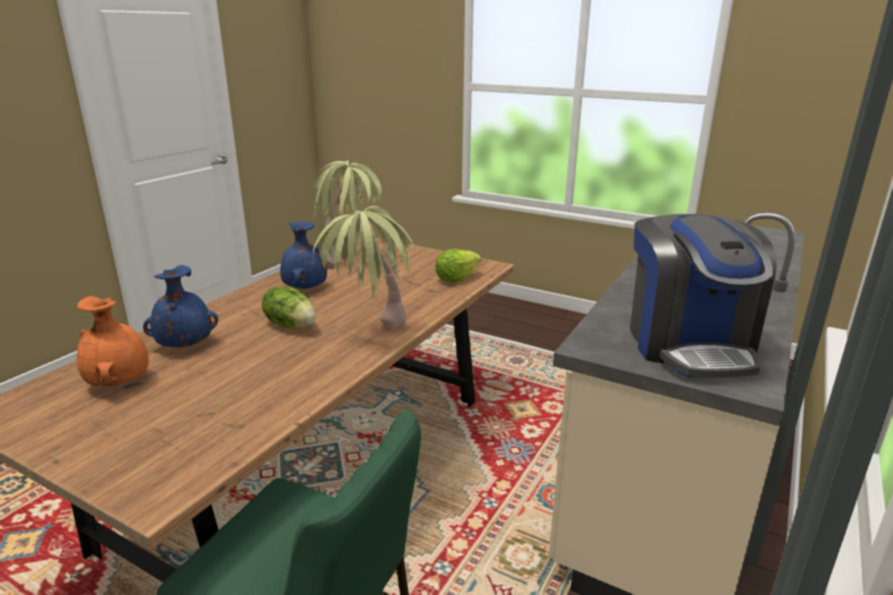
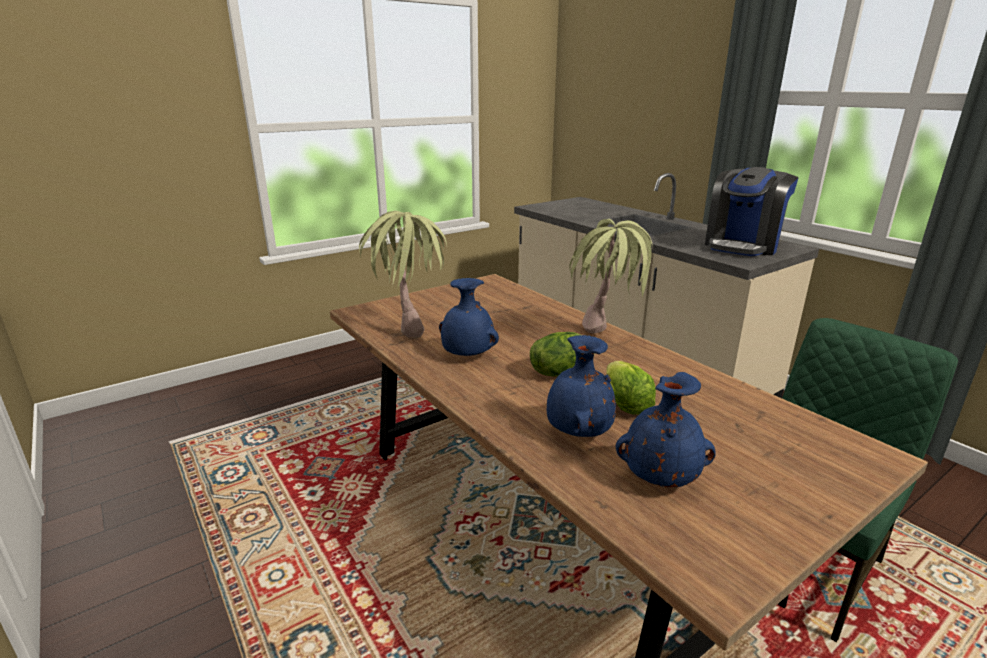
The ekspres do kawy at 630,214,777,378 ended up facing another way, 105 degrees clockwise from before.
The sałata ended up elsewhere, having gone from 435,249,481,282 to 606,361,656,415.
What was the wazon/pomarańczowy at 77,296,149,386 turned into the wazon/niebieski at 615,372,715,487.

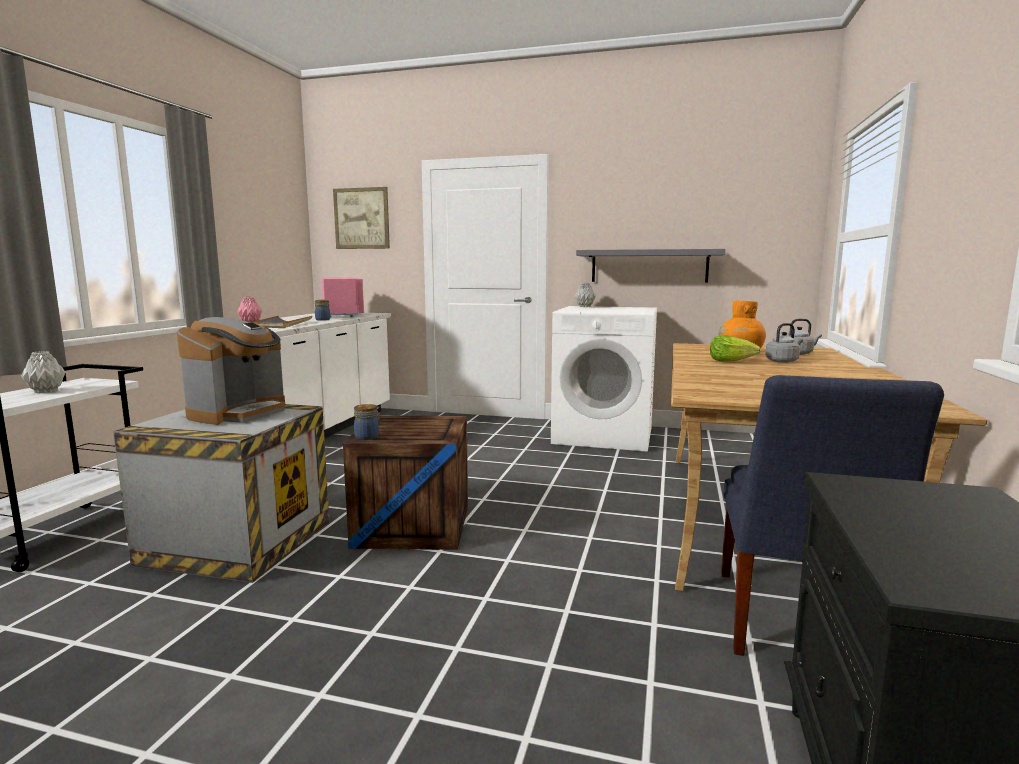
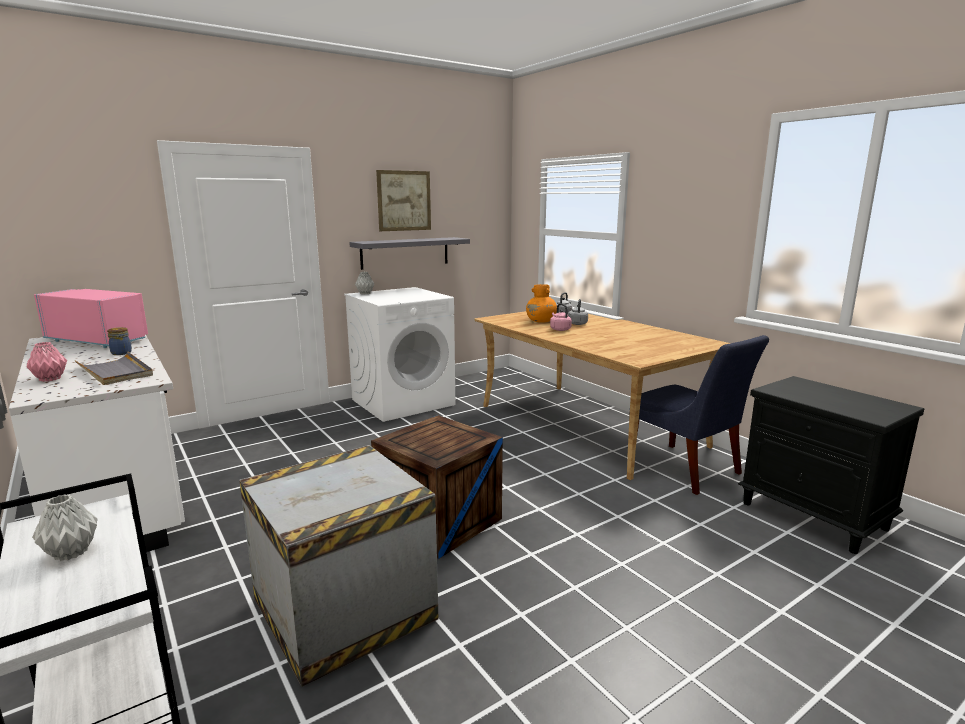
The obraz ended up elsewhere, having gone from 333,187,390,249 to 376,170,431,231.
The second view lost the ekspres do kawy at 177,317,285,425.
Where the sałata stood at 710,335,761,362, the czajnik/różowy came to stand at 550,304,572,331.
The second view lost the słoik at 354,404,381,440.

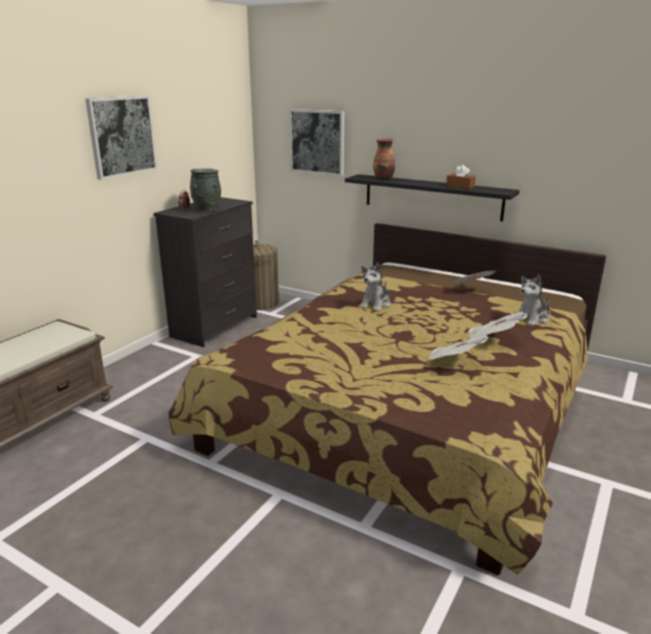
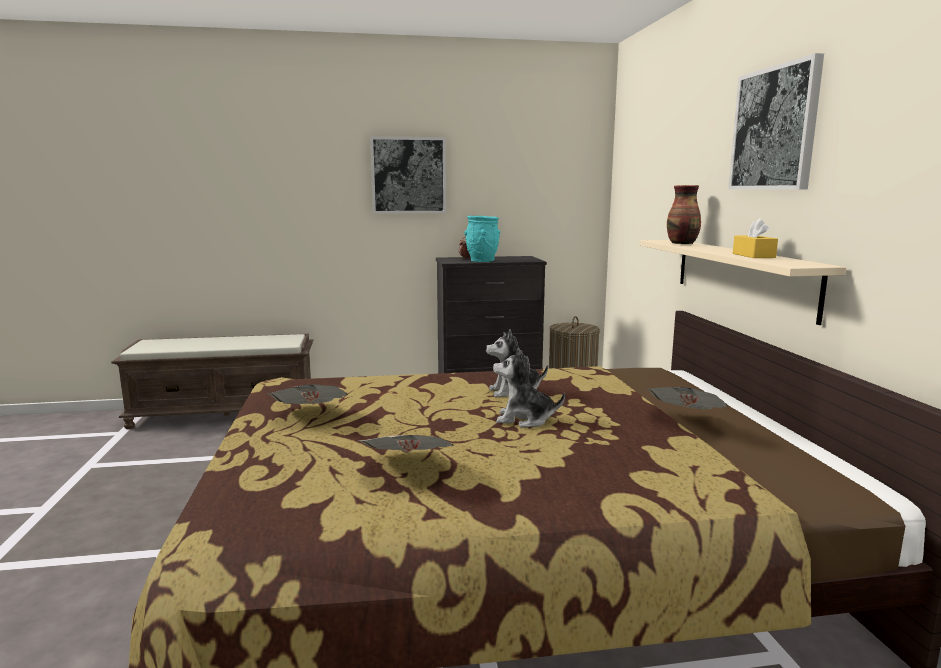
The obraz ended up elsewhere, having gone from 289,109,344,176 to 728,53,824,190.
What was the pudełko chusteczek/brązowy at 446,165,476,189 turned into the pudełko chusteczek/żółty at 733,219,778,258.
What was the wazon/szary at 190,168,221,212 turned into the wazon/turkusowy at 464,216,500,262.
What was the półka/czarny at 345,174,519,222 turned into the półka/beżowy at 639,240,846,325.
The pluszak ended up elsewhere, having gone from 518,274,549,326 to 493,348,565,428.
The gazeta ended up elsewhere, having gone from 468,311,527,339 to 268,384,348,404.

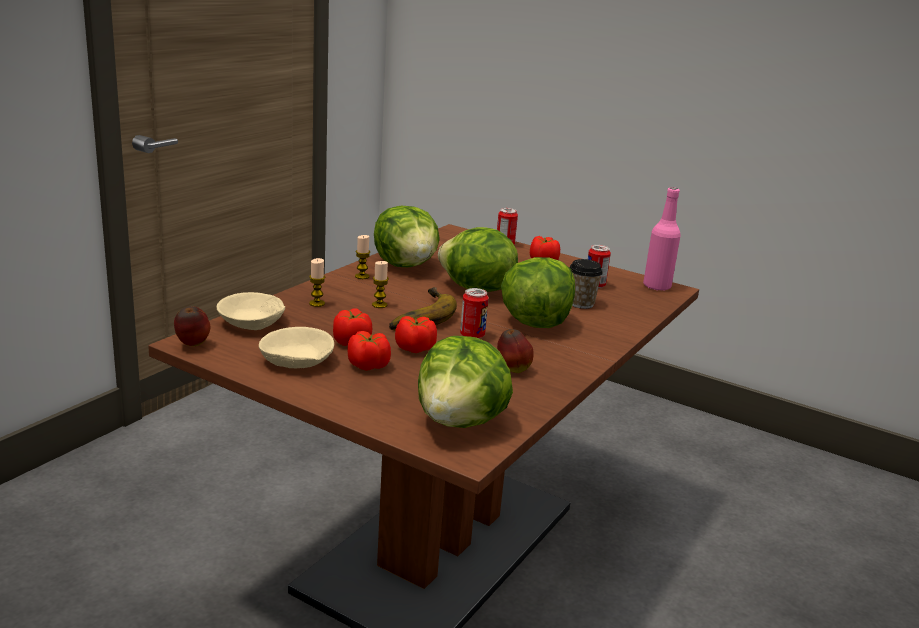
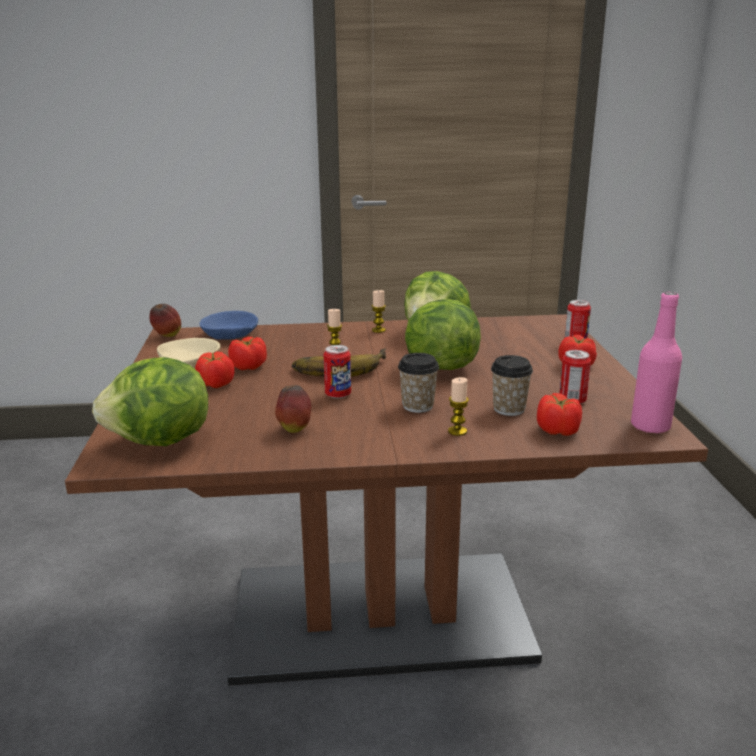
Where the sałata stood at 501,257,575,328, the filiżanka came to stand at 398,353,439,413.
The świeca ended up elsewhere, having gone from 309,258,325,307 to 448,377,469,436.
What was the miska/beżowy at 217,292,285,330 turned into the miska/niebieski at 200,311,258,340.
The pomidor ended up elsewhere, having gone from 395,316,437,353 to 537,393,582,436.

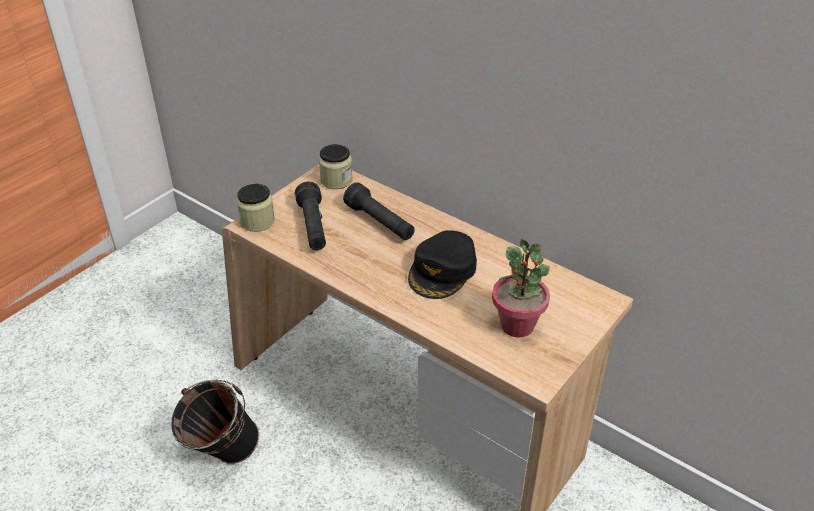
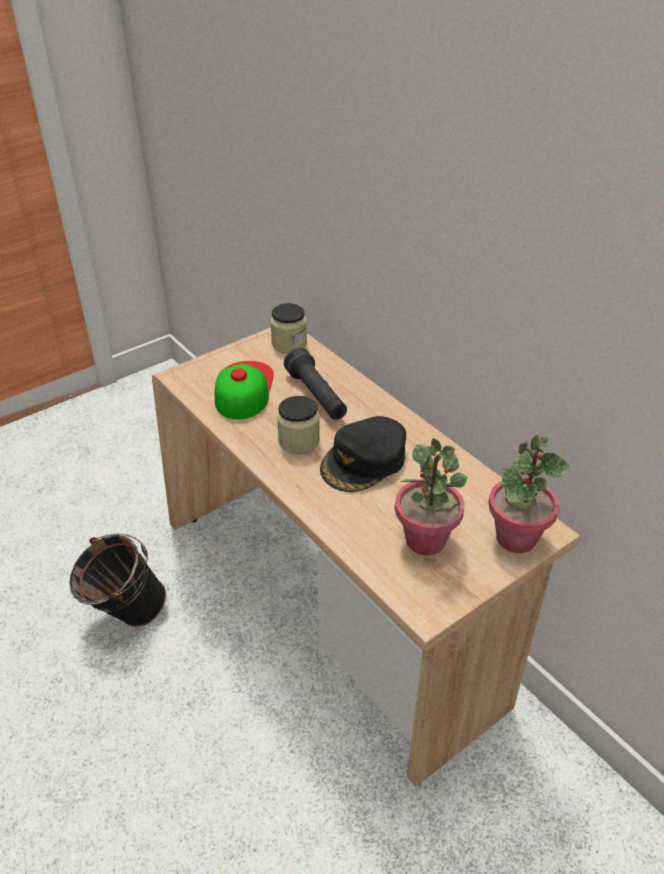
Where the latarka/czarny stood at 295,182,326,250, the czapka z daszkiem came to stand at 215,361,274,419.
The słoik ended up elsewhere, having gone from 237,184,275,232 to 277,396,320,454.
The second view gained the roślina doniczkowa at 488,435,569,553.

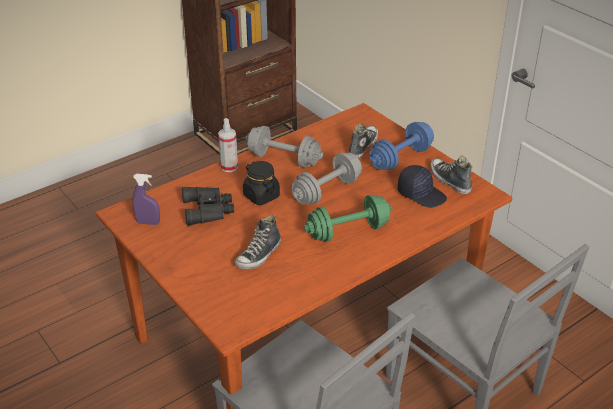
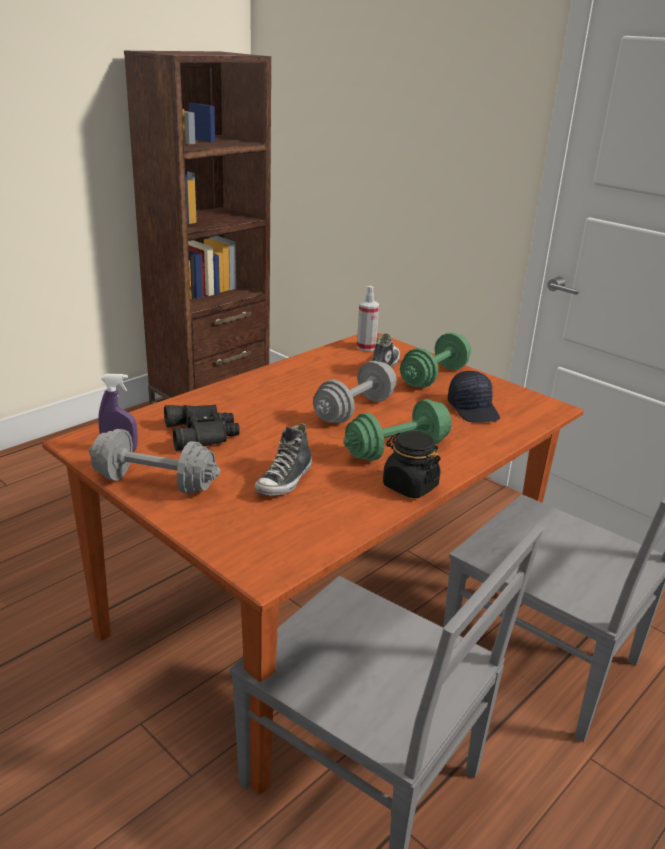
The spryskiwacz ended up elsewhere, having gone from 218,118,238,172 to 357,286,379,351.
What was the hantel/niebieski at 369,122,434,170 turned into the hantel/zielony at 400,333,471,388.
The hantel/szary ended up elsewhere, having gone from 245,126,323,167 to 89,429,220,494.
The second view lost the but at 430,156,472,194.
The słoik/czarny ended up elsewhere, having gone from 243,161,280,205 to 383,431,440,498.
The czapka z daszkiem/czarny at 398,165,447,208 ended up facing another way, 45 degrees clockwise from before.

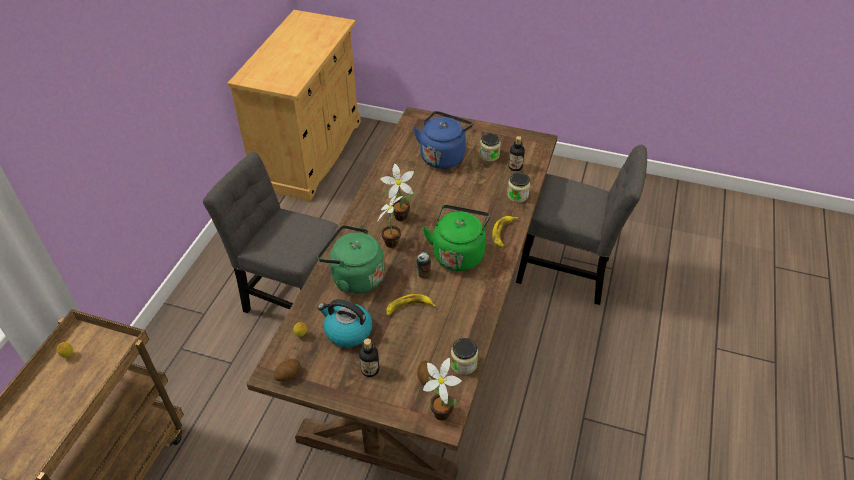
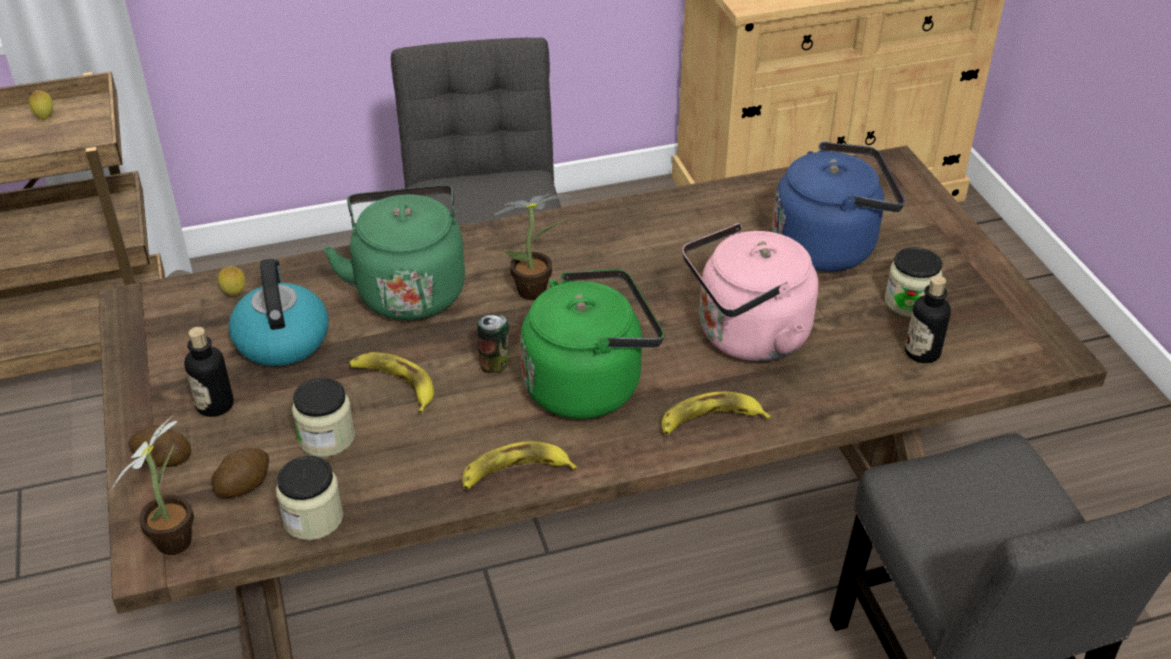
The second view lost the roślina doniczkowa at 380,164,415,221.
The słoik ended up elsewhere, having gone from 507,172,530,202 to 292,378,355,457.
The ziemniak ended up elsewhere, having gone from 274,359,301,381 to 128,425,191,467.
The second view gained the czajnik/różowy at 682,223,818,362.
The second view gained the banan at 462,441,578,489.

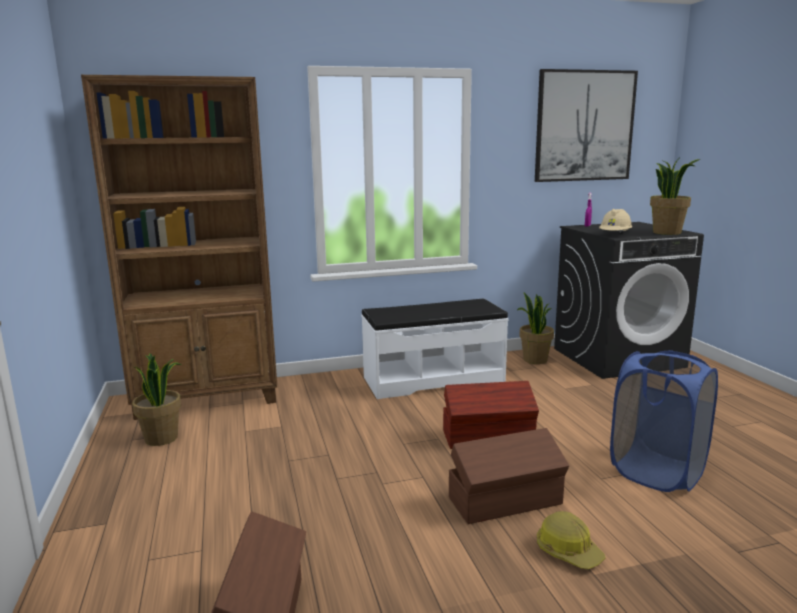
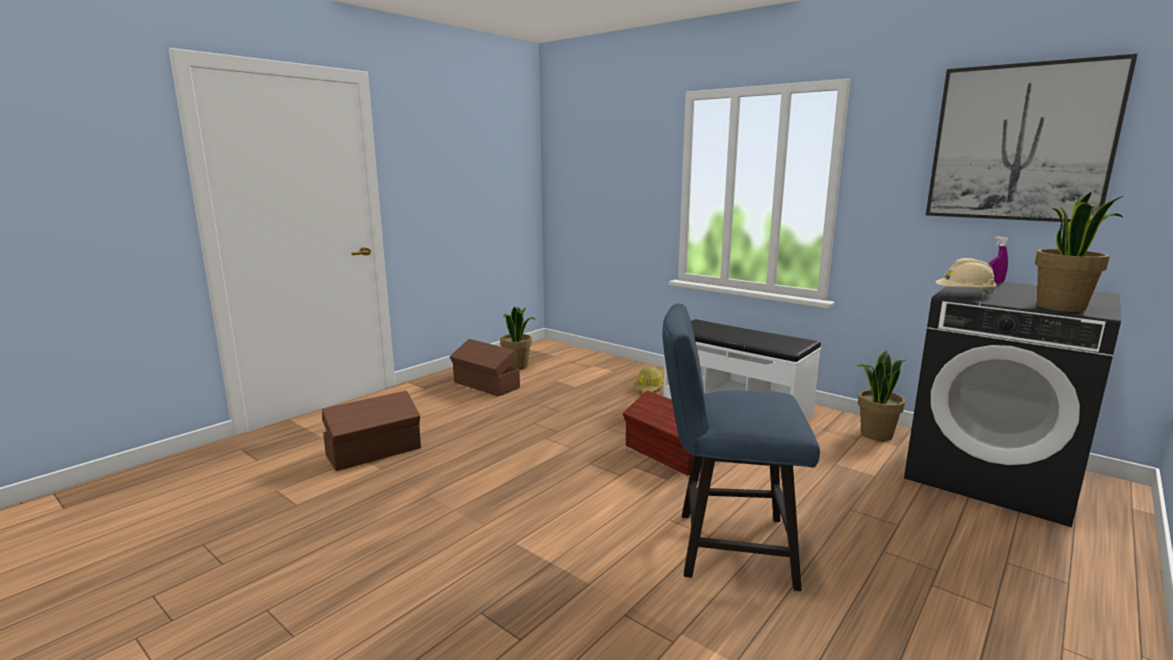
The second view lost the regał/brązowy at 81,75,277,420.
Where the kosz na pranie/niebieski stood at 610,350,718,492, the krzesło/niebieski came to stand at 662,304,820,591.
The pojemnik do przechowywania/brązowy ended up elsewhere, having gone from 449,428,569,524 to 449,339,520,396.
The kask ended up elsewhere, having gone from 537,511,606,569 to 635,367,664,392.

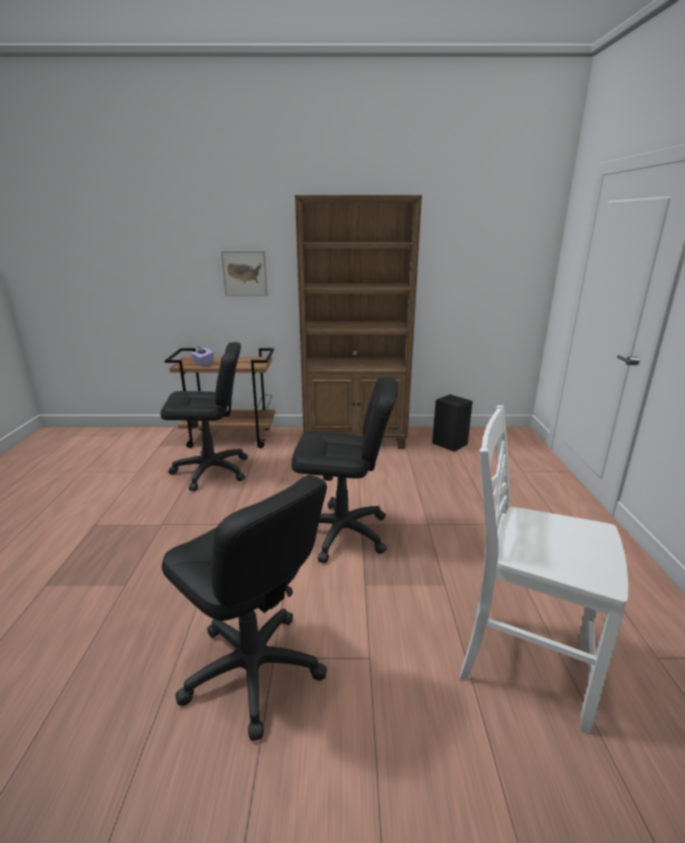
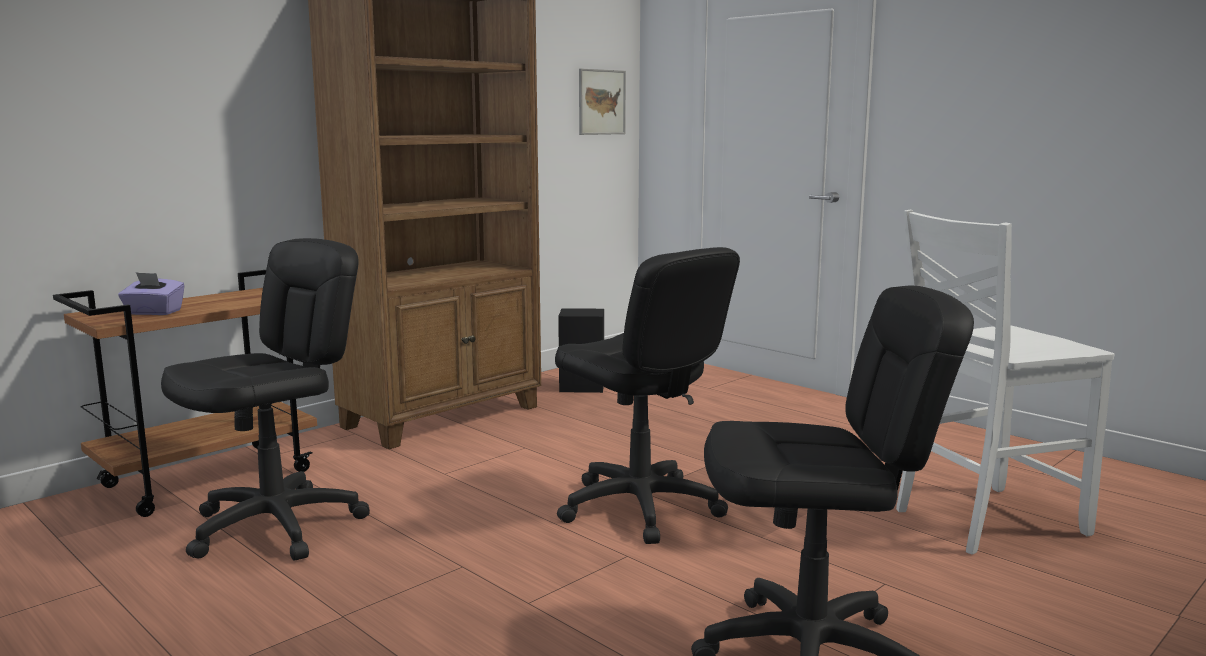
The obraz ended up elsewhere, having gone from 221,251,267,296 to 579,69,626,135.
The krzesło biurowe/czarny at 291,376,398,563 ended up facing another way, 90 degrees clockwise from before.

